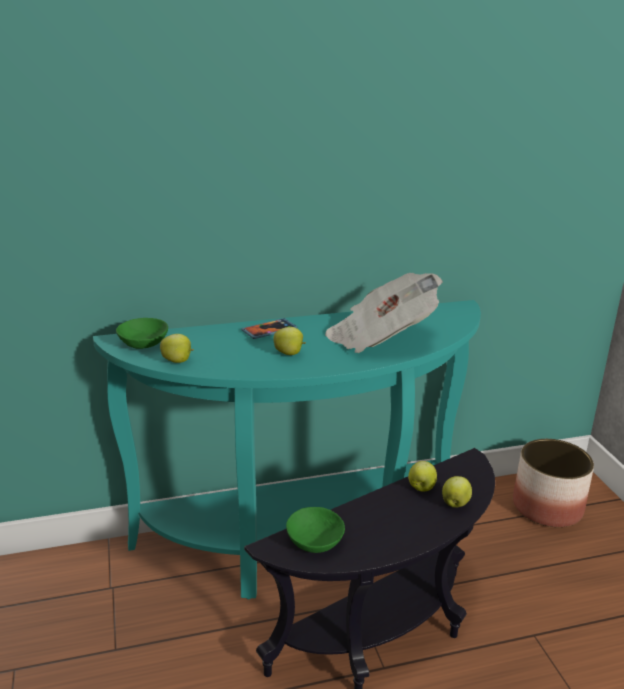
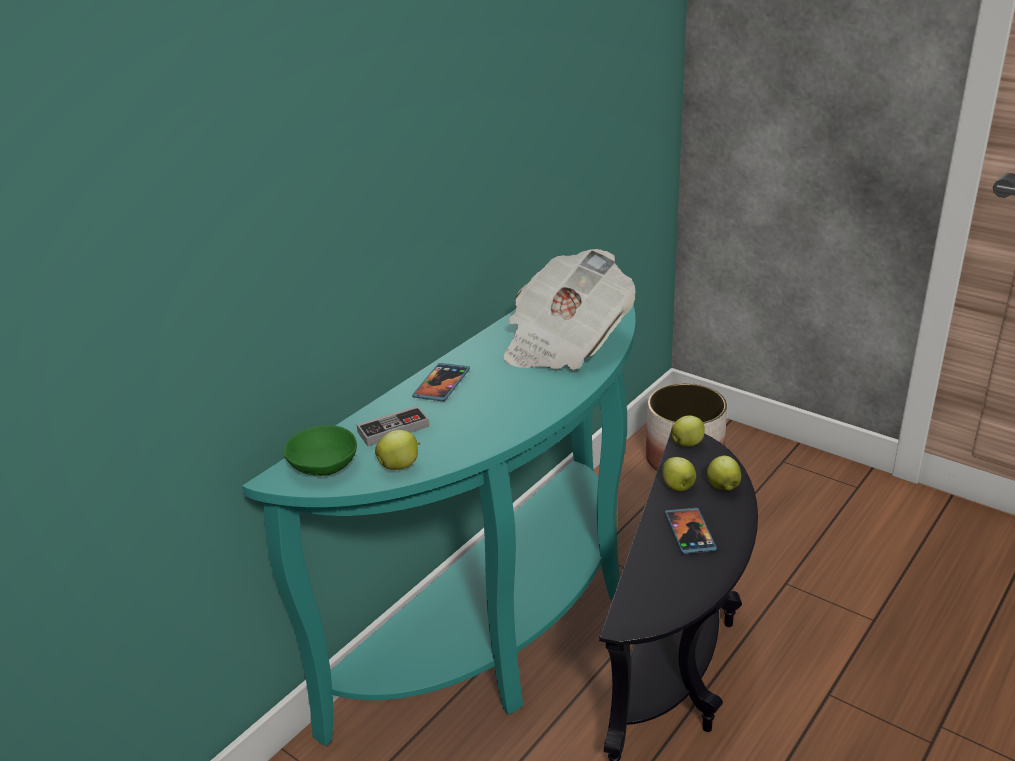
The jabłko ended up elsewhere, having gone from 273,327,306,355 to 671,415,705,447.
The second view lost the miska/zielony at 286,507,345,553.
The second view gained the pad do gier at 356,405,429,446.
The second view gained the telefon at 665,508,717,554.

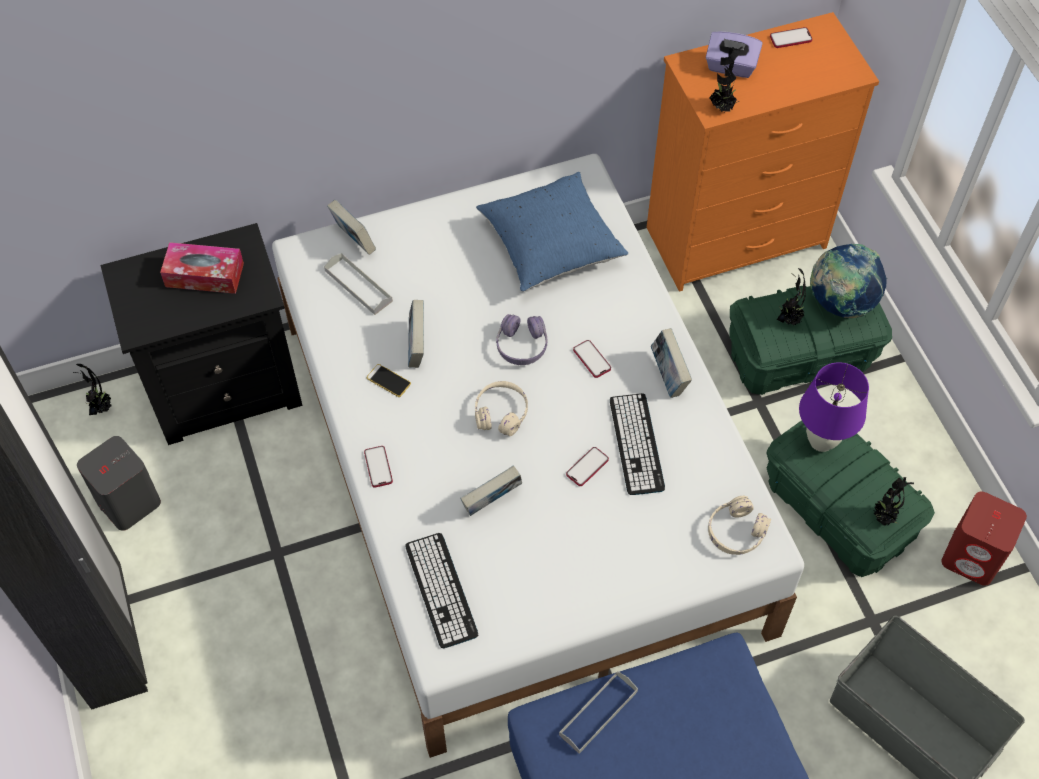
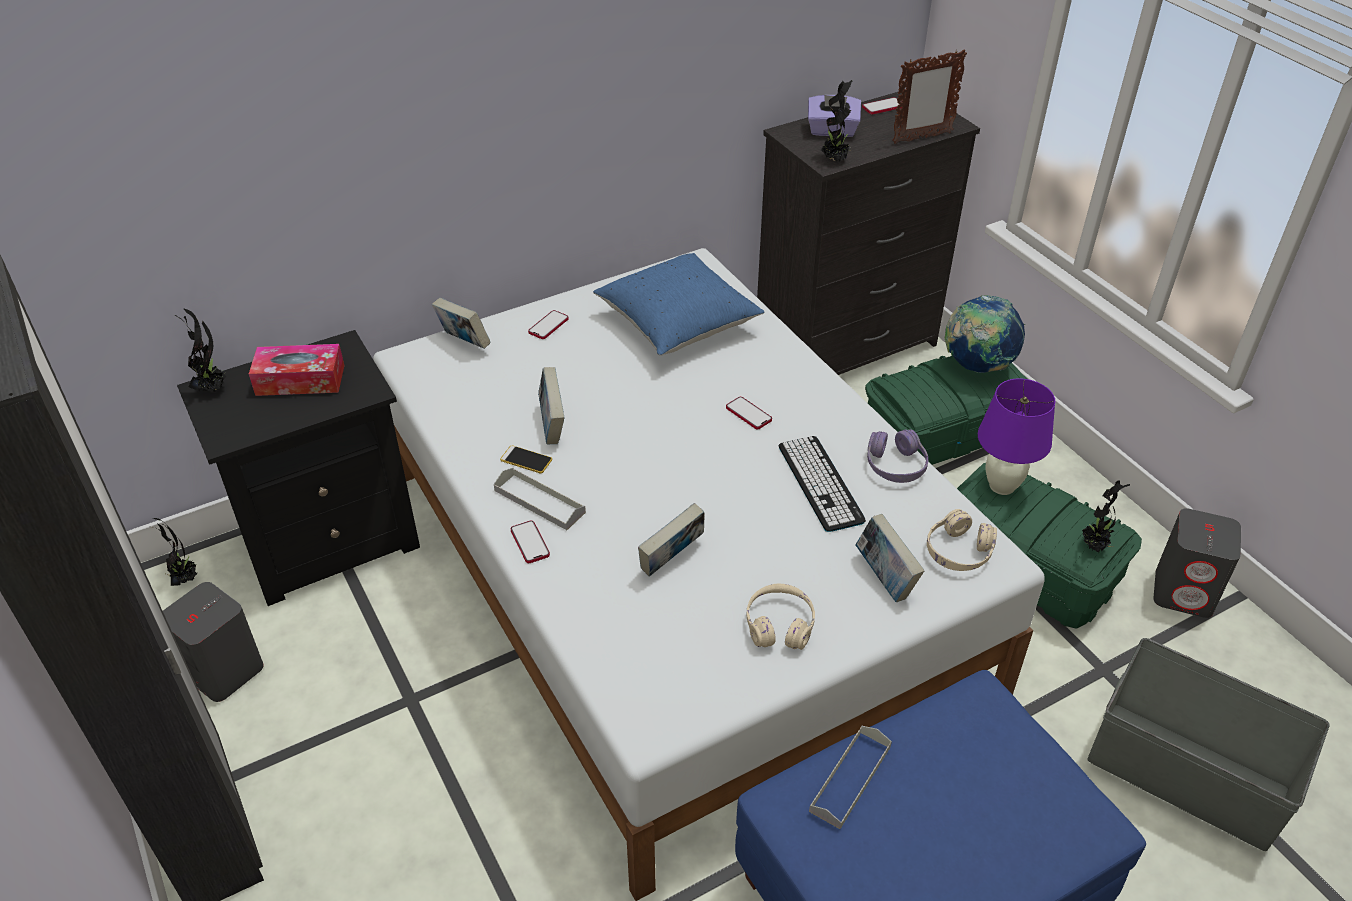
What was the komoda/pomarańczowy at 646,12,879,292 turned into the komoda/czarny at 757,92,980,375.
The taca/szary ended up elsewhere, having gone from 324,253,393,315 to 494,468,586,530.
The roślina doniczkowa ended up elsewhere, having gone from 777,268,806,325 to 175,308,226,393.
The słuchawki/fioletowy ended up elsewhere, having gone from 496,314,547,365 to 867,429,928,483.
The książka ended up elsewhere, having gone from 651,328,692,398 to 856,514,925,602.
The słuchawki/beżowy ended up elsewhere, having gone from 475,381,528,436 to 747,583,815,650.
The telefon ended up elsewhere, having gone from 566,447,609,486 to 528,310,569,339.
What was the głośnik/czerwony at 942,492,1027,586 turned into the głośnik/szary at 1153,508,1241,618.
The second view lost the klawiatura at 405,533,478,648.
The second view gained the ramka na zdjęcie at 892,50,967,144.

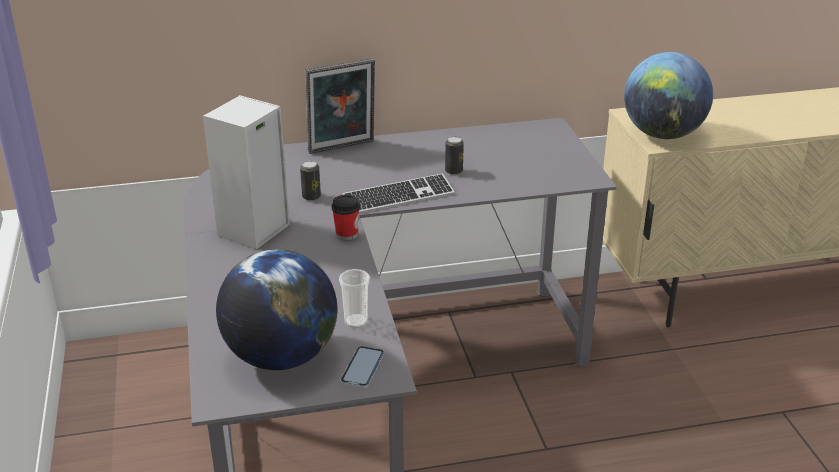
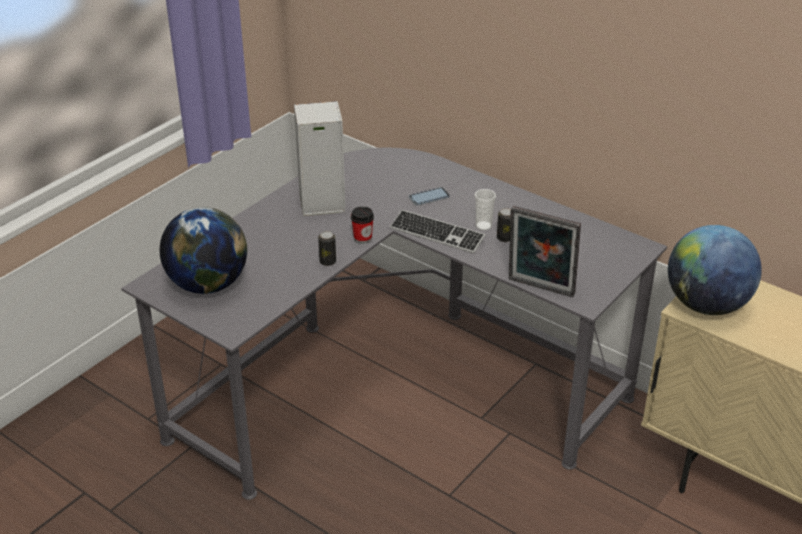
The ramka na zdjęcie ended up elsewhere, having gone from 305,58,375,154 to 509,206,581,297.
The puszka ended up elsewhere, having gone from 300,161,321,201 to 318,231,336,266.
The filiżanka ended up elsewhere, having gone from 339,269,370,328 to 474,189,496,231.
The telefon ended up elsewhere, having gone from 340,346,384,388 to 409,187,450,205.

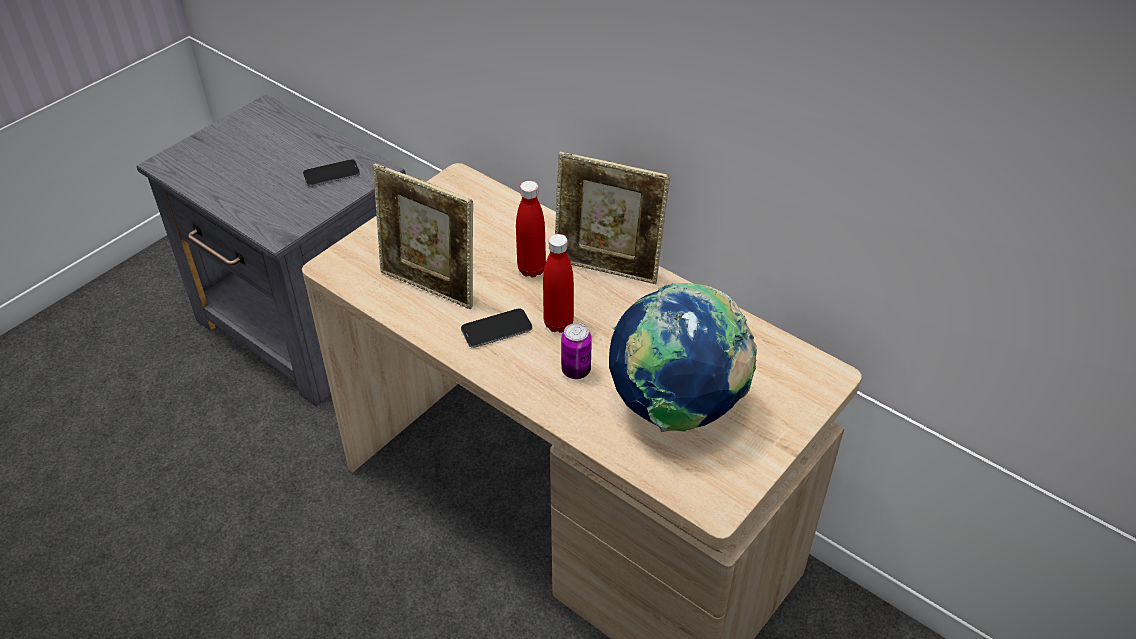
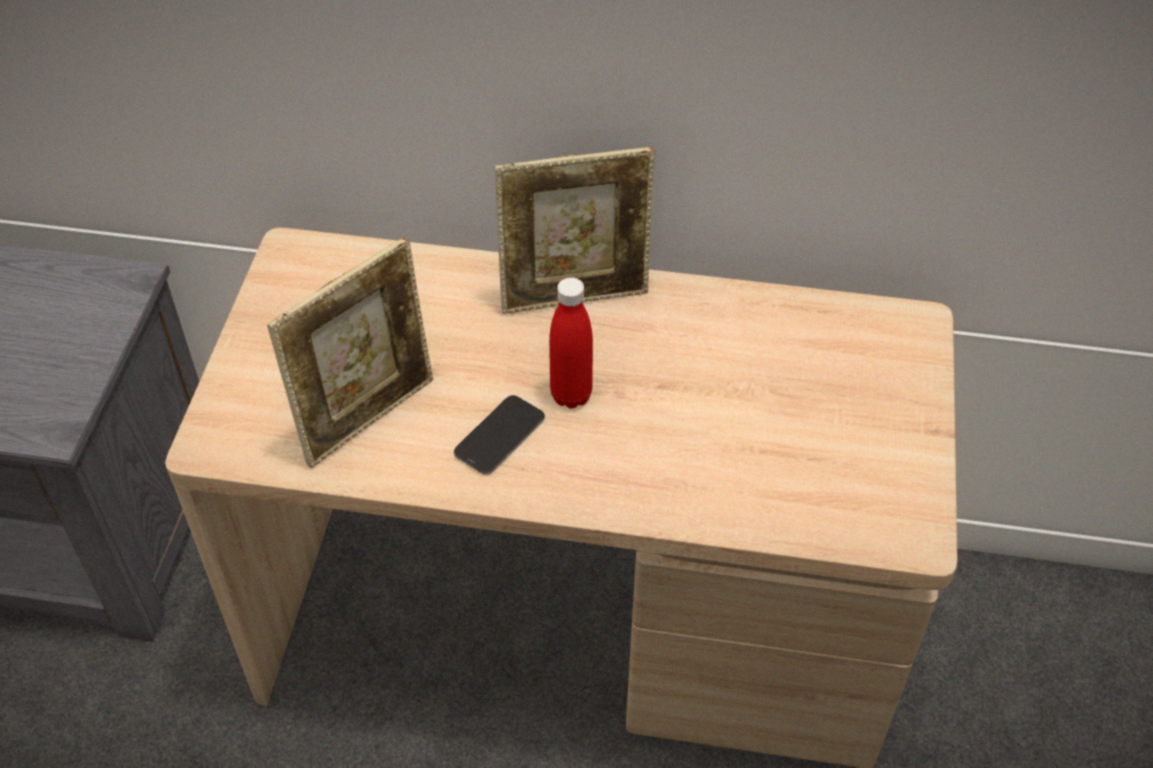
The second view lost the telefon at 303,159,360,186.
The ramka na zdjęcie at 373,163,473,309 ended up facing another way, 45 degrees counterclockwise from before.
The second view lost the butelka/czerwony at 516,181,546,278.
The second view lost the globus at 609,283,757,433.
The second view lost the puszka at 561,323,592,379.

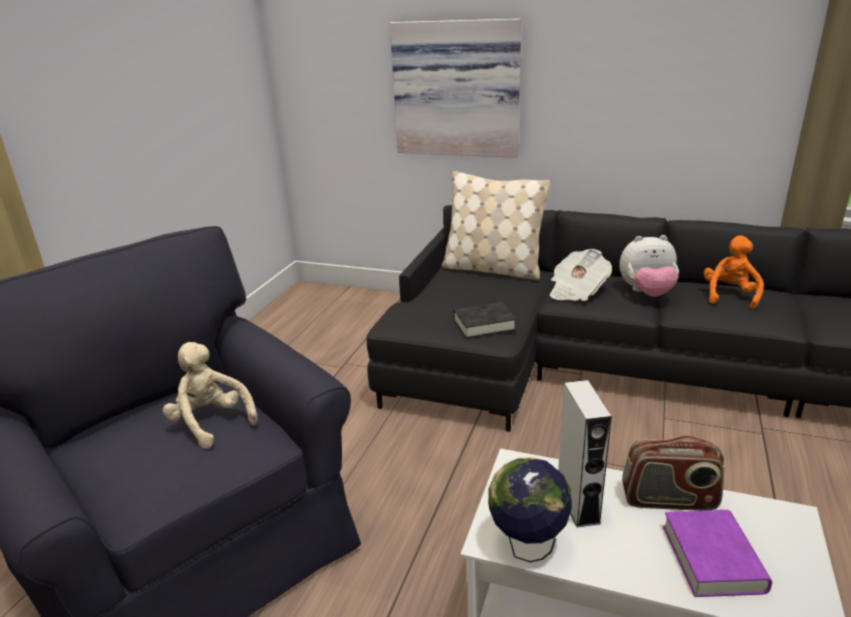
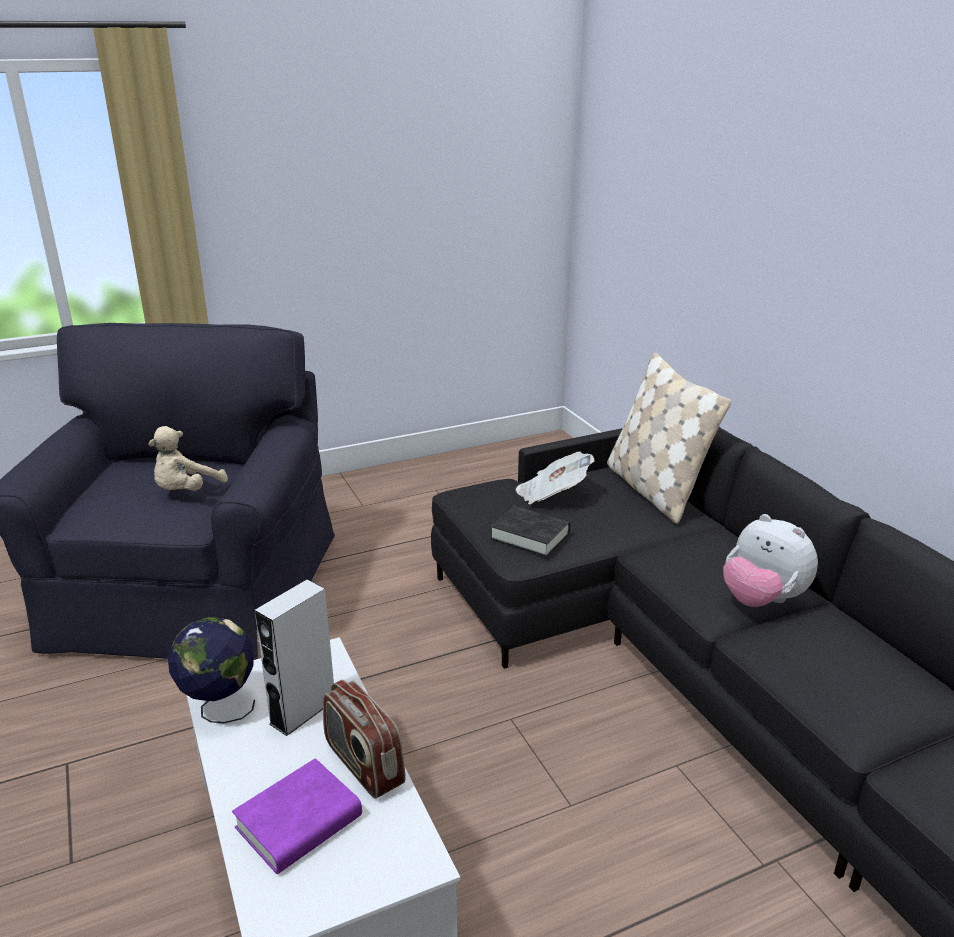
The second view lost the obraz at 390,18,521,158.
The second view lost the pluszak/pomarańczowy at 704,235,764,310.
The gazeta ended up elsewhere, having gone from 550,249,612,301 to 515,451,594,505.
The pluszak/beżowy at 163,342,258,449 ended up facing another way, 150 degrees counterclockwise from before.

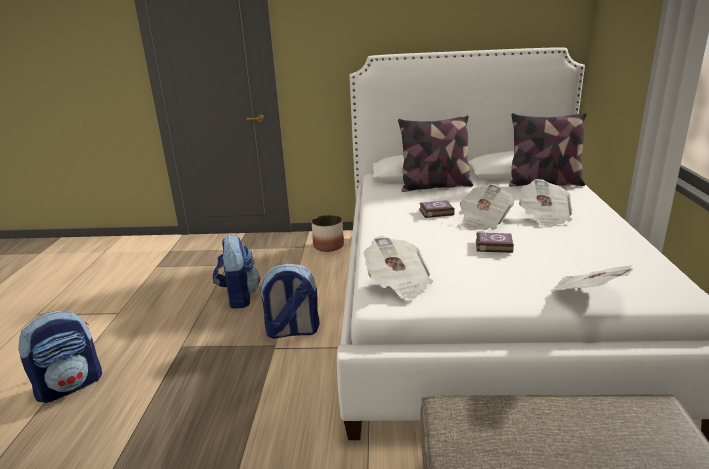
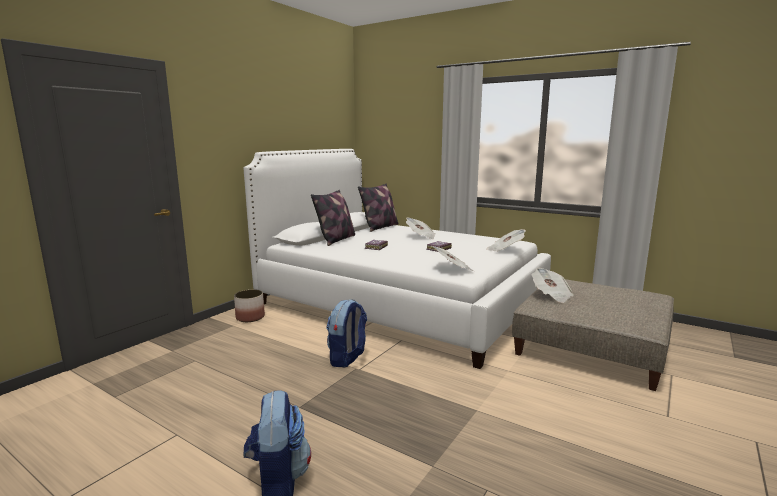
The gazeta ended up elsewhere, having gone from 459,184,514,231 to 532,268,573,303.
The second view lost the plecak at 213,236,260,308.

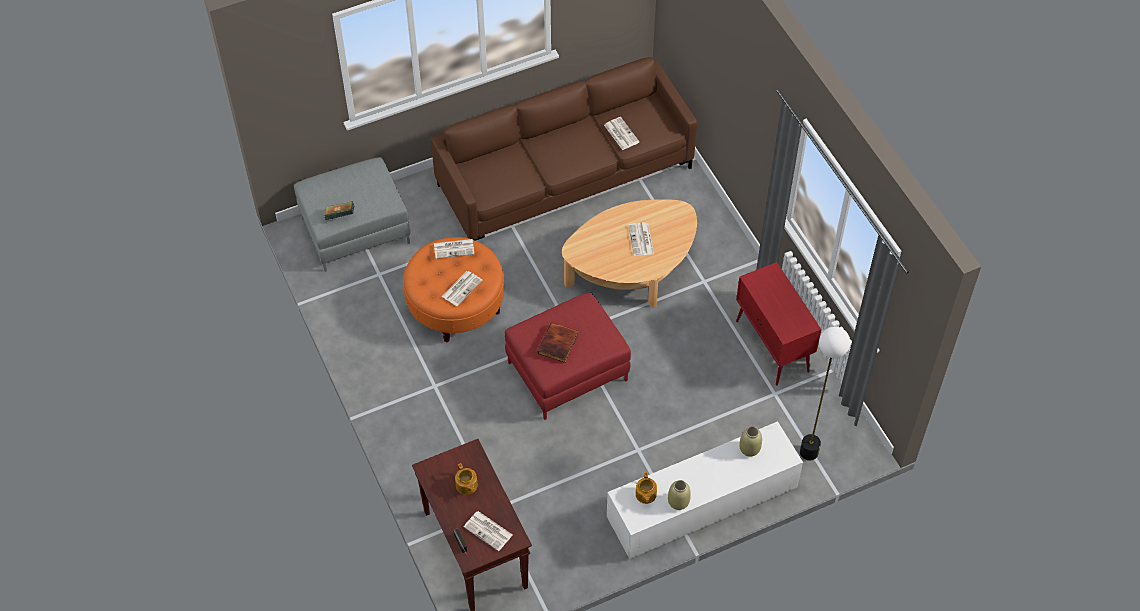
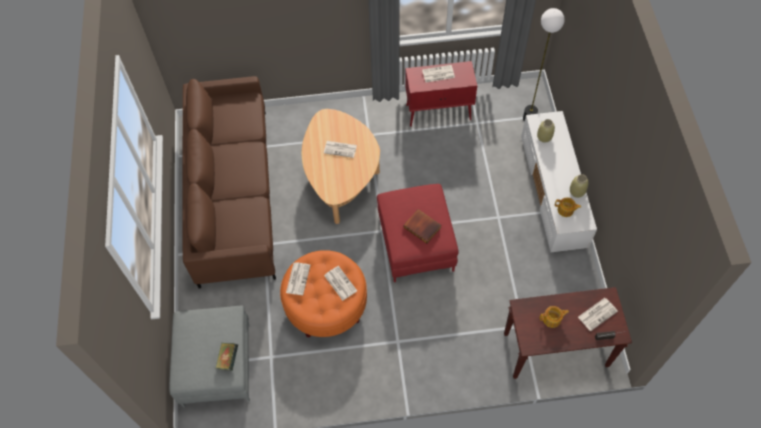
The gazeta ended up elsewhere, having gone from 604,117,639,150 to 422,65,455,82.

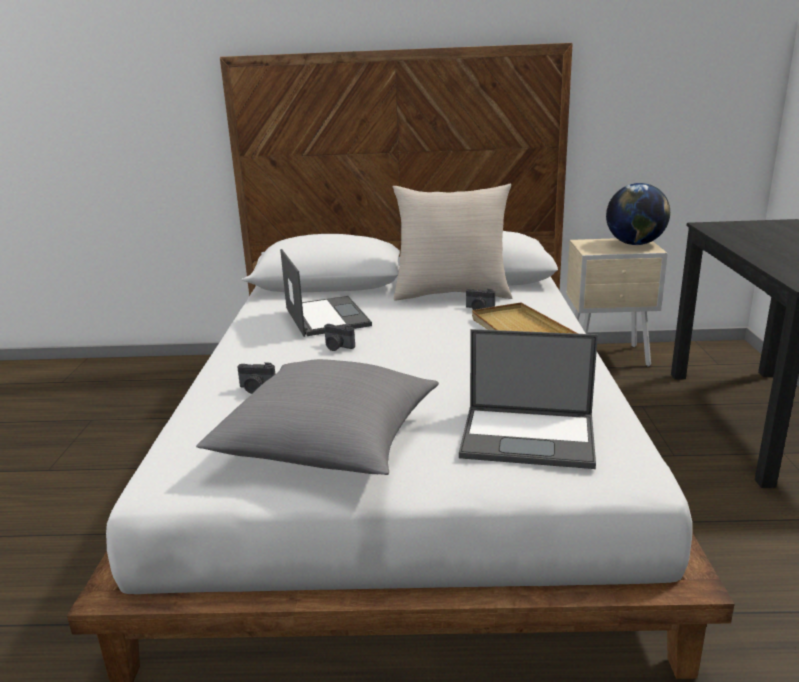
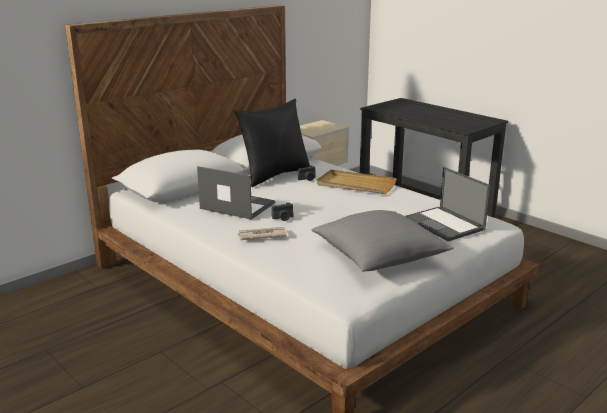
What was the poduszka/beżowy at 392,183,512,301 turned into the poduszka/czarny at 234,99,310,187.
The second view lost the globus at 606,183,670,245.
The laptop at 459,329,598,469 ended up facing another way, 90 degrees clockwise from before.
The second view lost the aparat fotograficzny at 237,362,276,394.
The second view gained the gazeta at 237,227,287,240.

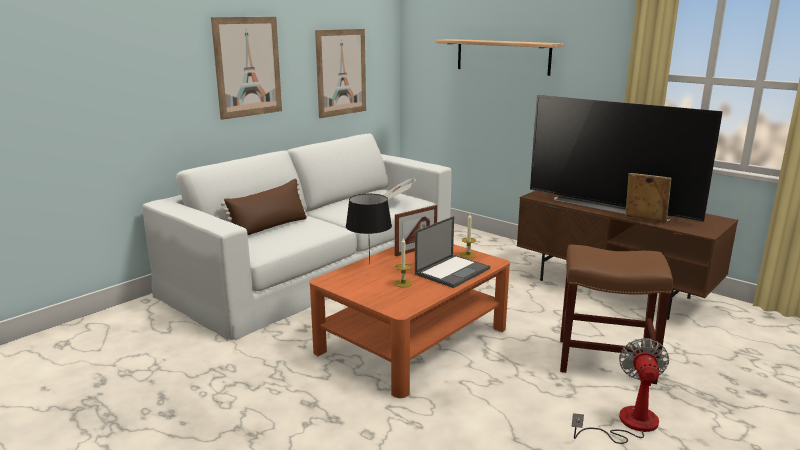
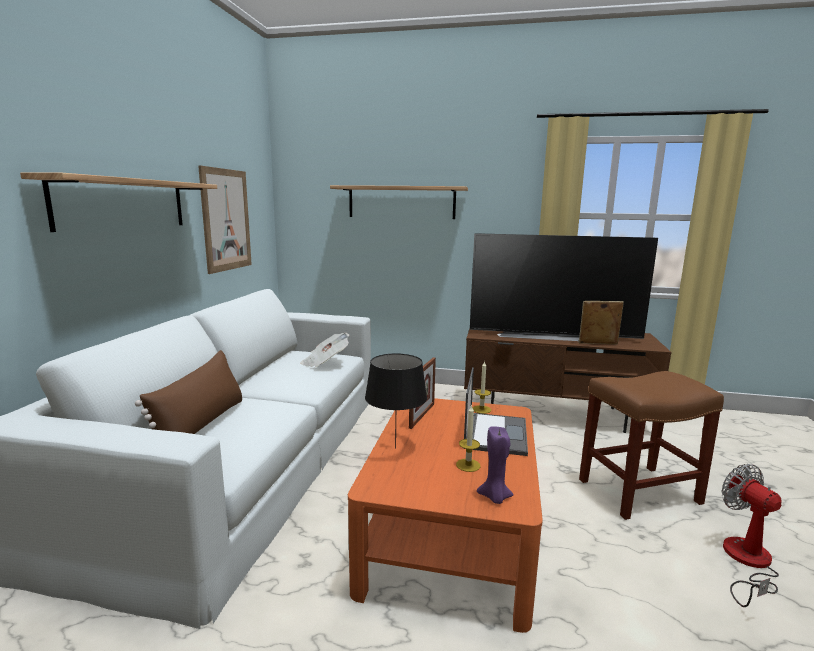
Where the obraz hung at 211,17,282,120, the półka came to hang at 20,173,217,232.
The second view gained the świeca/fioletowy at 477,426,513,504.

